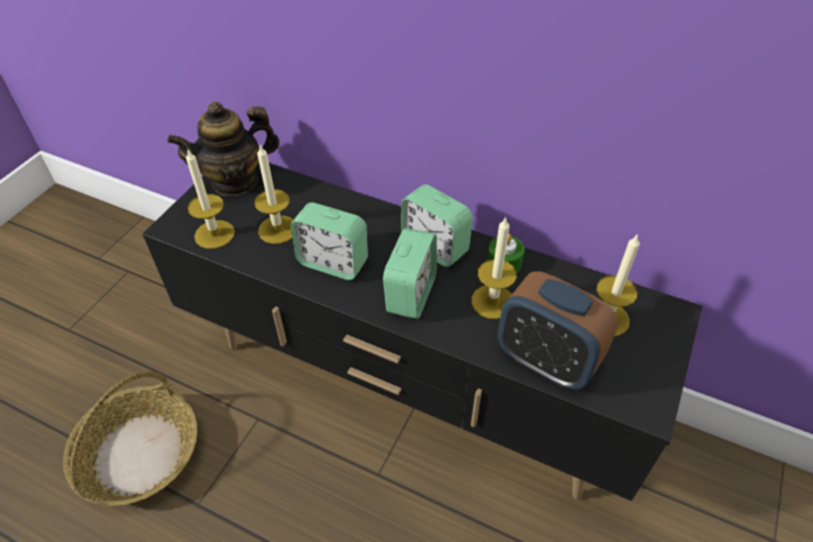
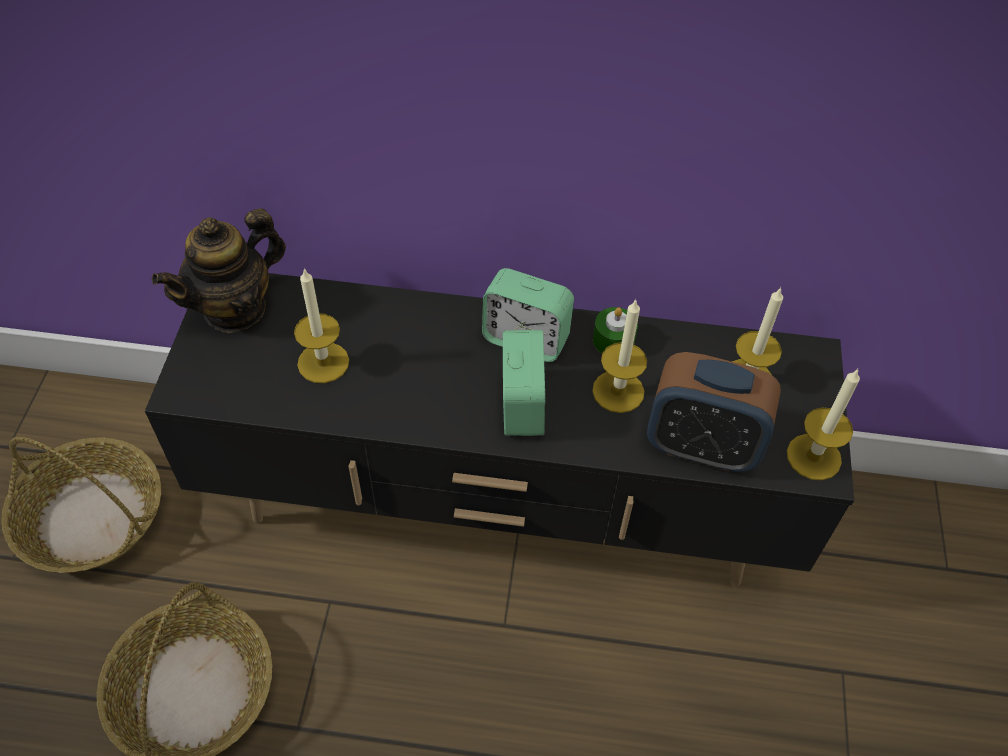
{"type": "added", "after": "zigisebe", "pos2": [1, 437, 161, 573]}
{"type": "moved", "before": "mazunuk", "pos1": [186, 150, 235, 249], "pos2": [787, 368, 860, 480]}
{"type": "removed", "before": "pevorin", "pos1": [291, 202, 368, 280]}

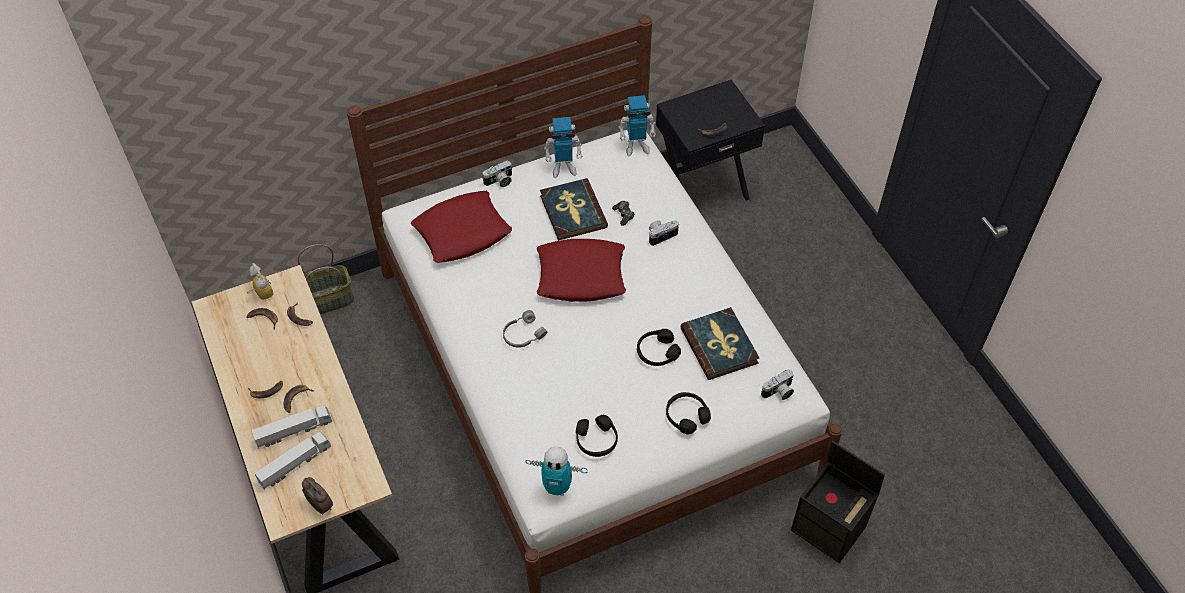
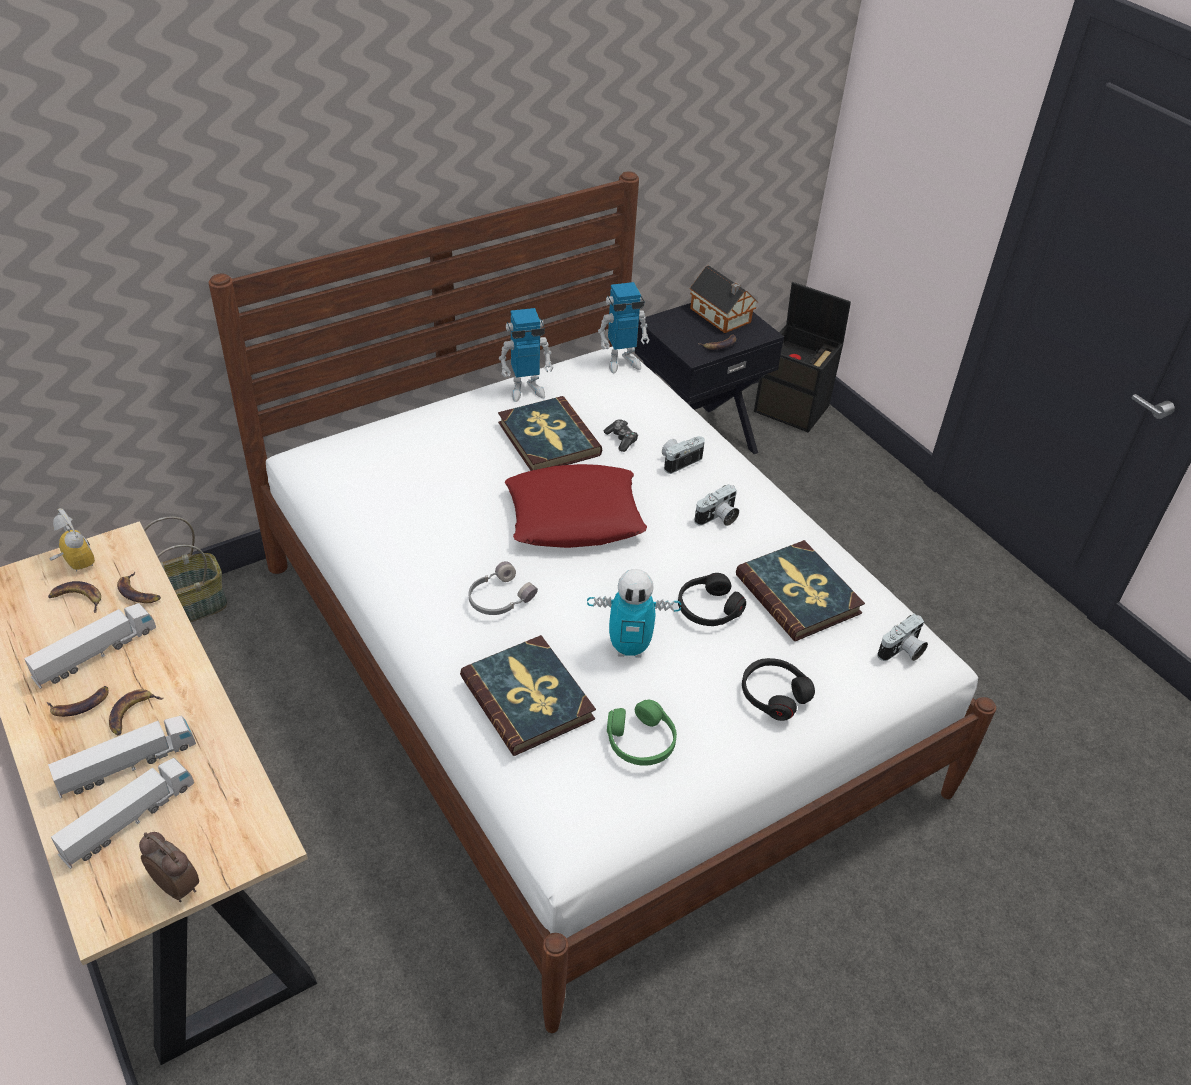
{"type": "added", "after": "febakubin", "pos2": [24, 603, 156, 689]}
{"type": "added", "after": "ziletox", "pos2": [460, 635, 596, 756]}
{"type": "moved", "before": "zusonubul", "pos1": [526, 446, 588, 496], "pos2": [587, 569, 681, 658]}
{"type": "recoloured", "before": "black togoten", "after": "green togoten", "pos1": [576, 415, 618, 457], "pos2": [607, 700, 677, 766]}
{"type": "added", "after": "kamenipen", "pos2": [690, 265, 758, 333]}
{"type": "moved", "before": "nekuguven", "pos1": [482, 161, 512, 187], "pos2": [694, 484, 739, 526]}
{"type": "moved", "before": "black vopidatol", "pos1": [791, 441, 885, 563], "pos2": [754, 282, 851, 432]}
{"type": "removed", "before": "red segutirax", "pos1": [411, 191, 512, 263]}

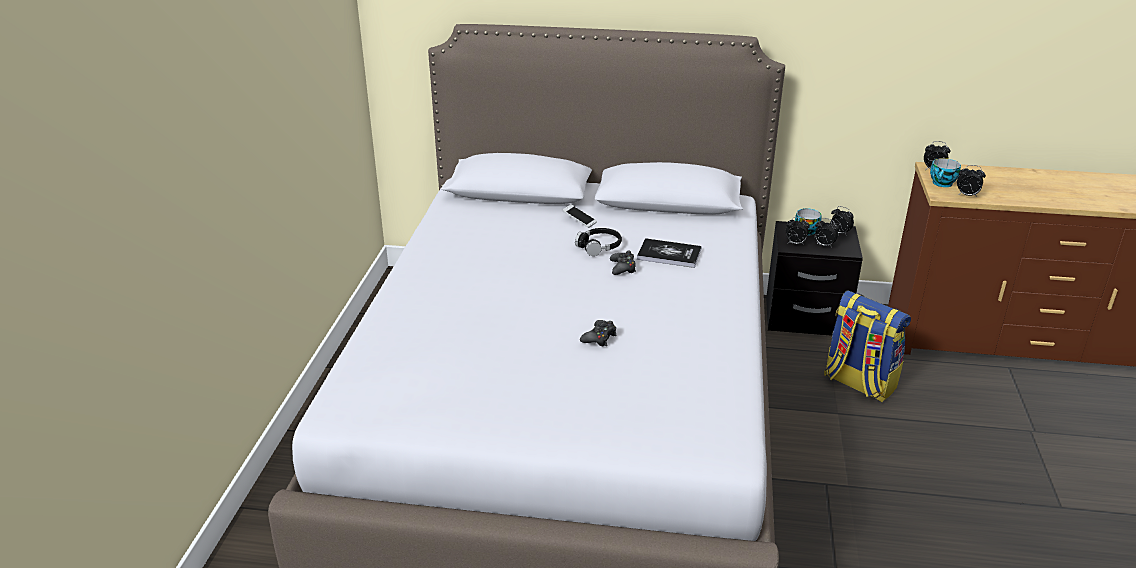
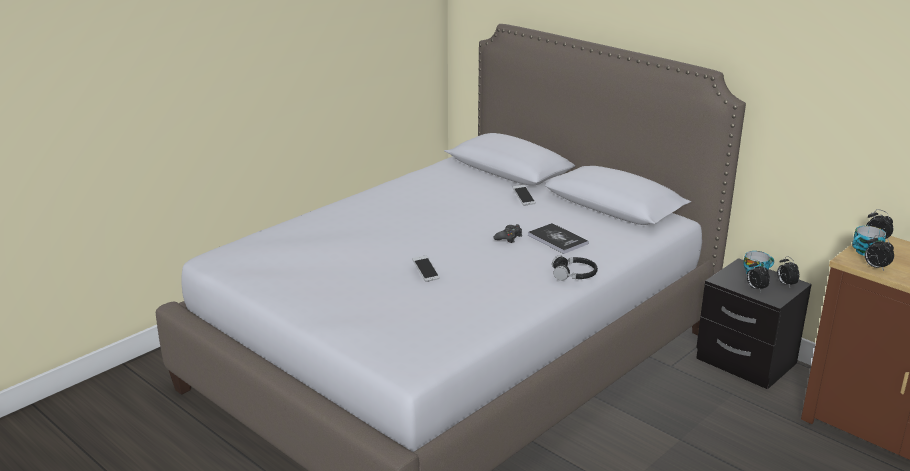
{"type": "replaced", "before": "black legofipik", "after": "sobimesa", "pos1": [580, 320, 617, 347], "pos2": [412, 255, 440, 282]}
{"type": "moved", "before": "black togoten", "pos1": [575, 228, 622, 256], "pos2": [552, 255, 598, 281]}
{"type": "removed", "before": "pevorin", "pos1": [786, 217, 810, 245]}
{"type": "removed", "before": "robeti", "pos1": [824, 290, 911, 402]}

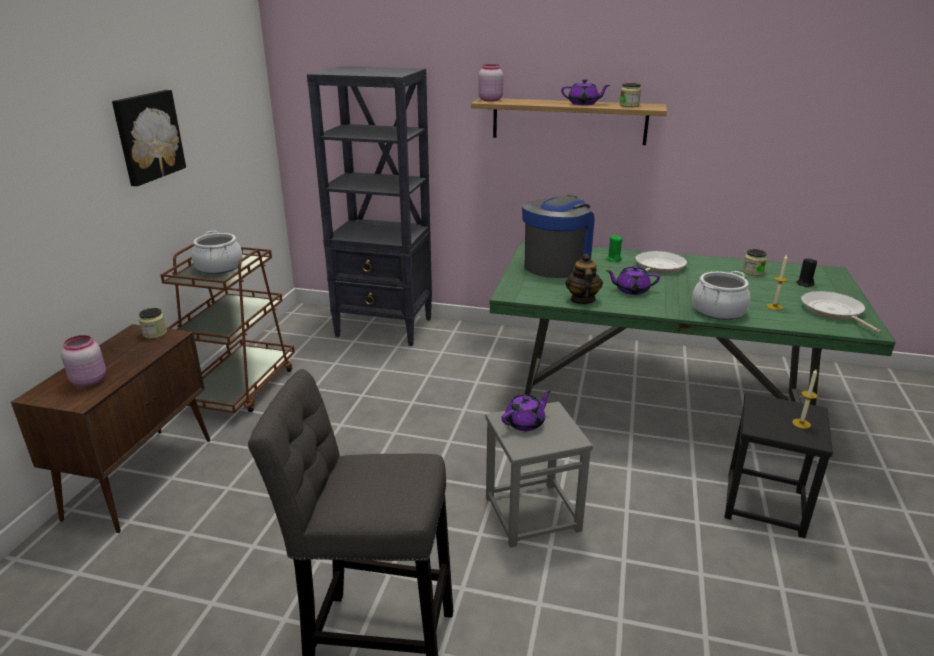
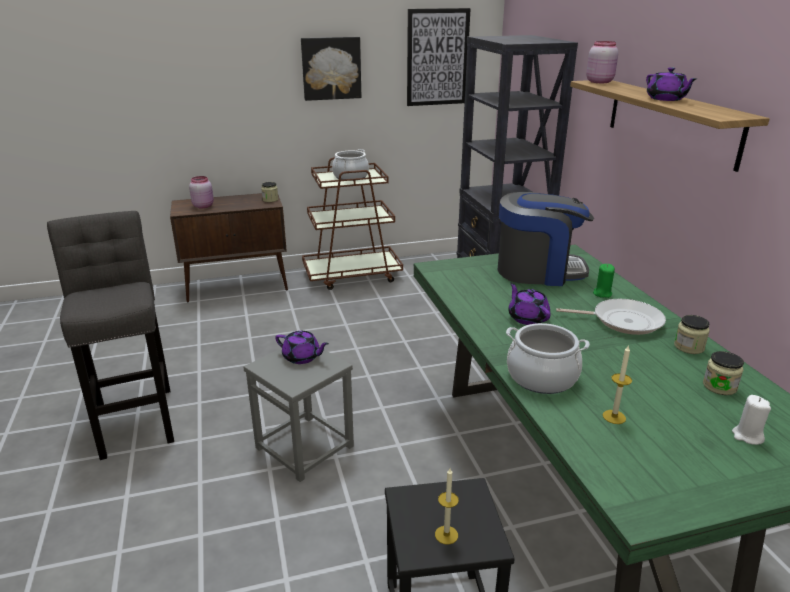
{"type": "added", "after": "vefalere", "pos2": [407, 8, 471, 106]}
{"type": "moved", "before": "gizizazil", "pos1": [620, 83, 641, 107], "pos2": [674, 315, 710, 354]}
{"type": "recoloured", "before": "black mazunuk", "after": "white mazunuk", "pos1": [796, 258, 817, 287], "pos2": [732, 395, 771, 445]}
{"type": "removed", "before": "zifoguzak", "pos1": [565, 254, 603, 304]}
{"type": "removed", "before": "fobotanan", "pos1": [801, 291, 882, 333]}

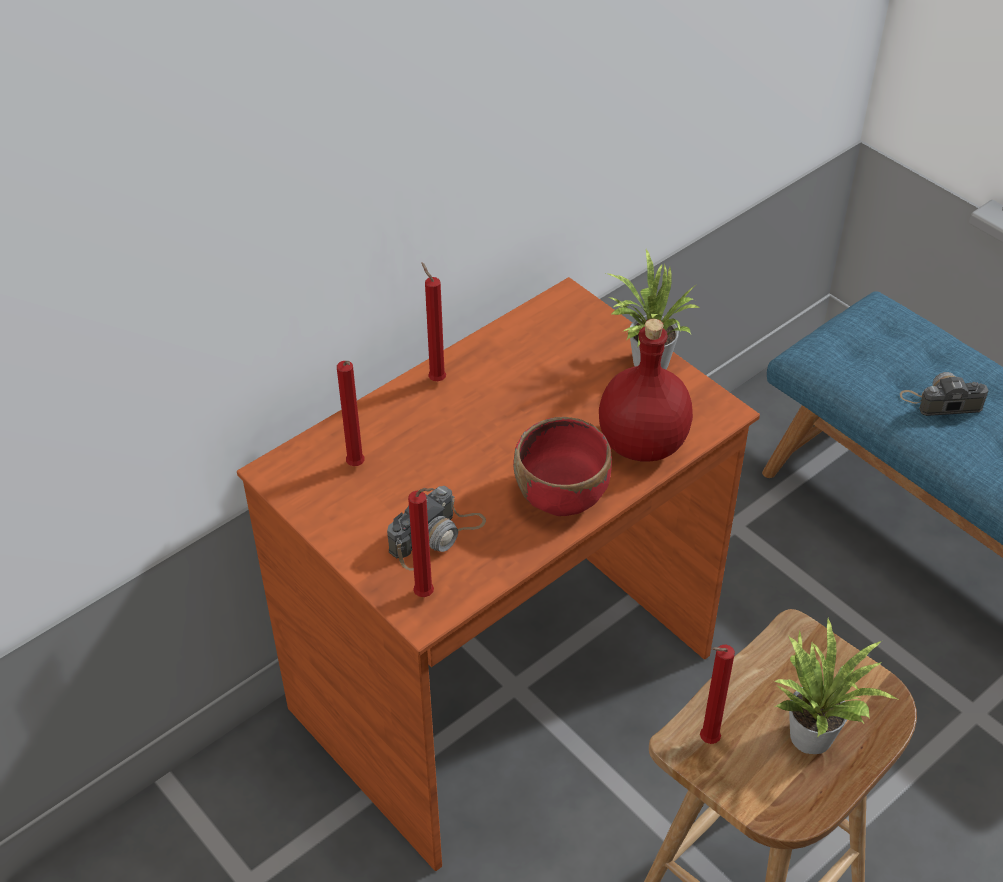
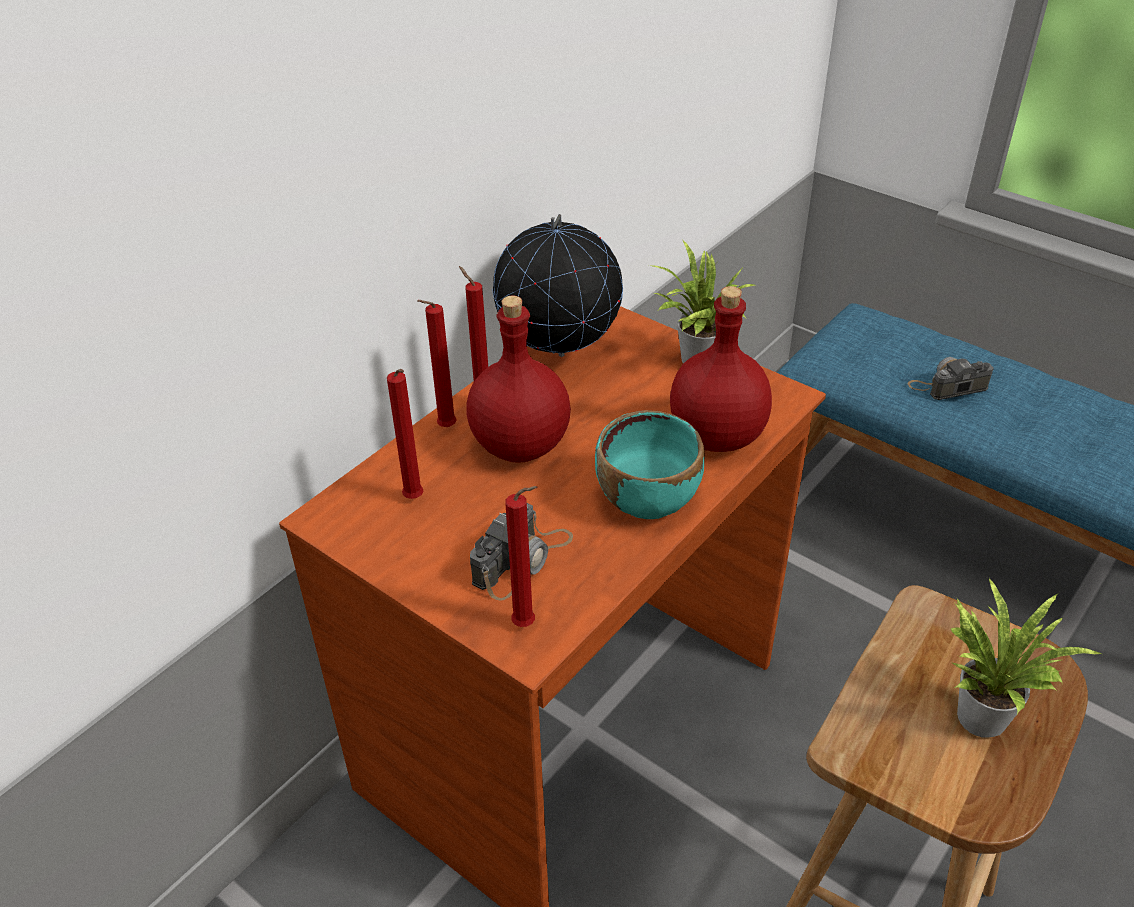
{"type": "moved", "before": "red mazunuk", "pos1": [700, 644, 735, 744], "pos2": [417, 300, 457, 427]}
{"type": "added", "after": "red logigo", "pos2": [466, 296, 571, 463]}
{"type": "added", "after": "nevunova", "pos2": [493, 214, 623, 357]}
{"type": "recoloured", "before": "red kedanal", "after": "turquoise kedanal", "pos1": [513, 417, 612, 516], "pos2": [595, 411, 704, 519]}

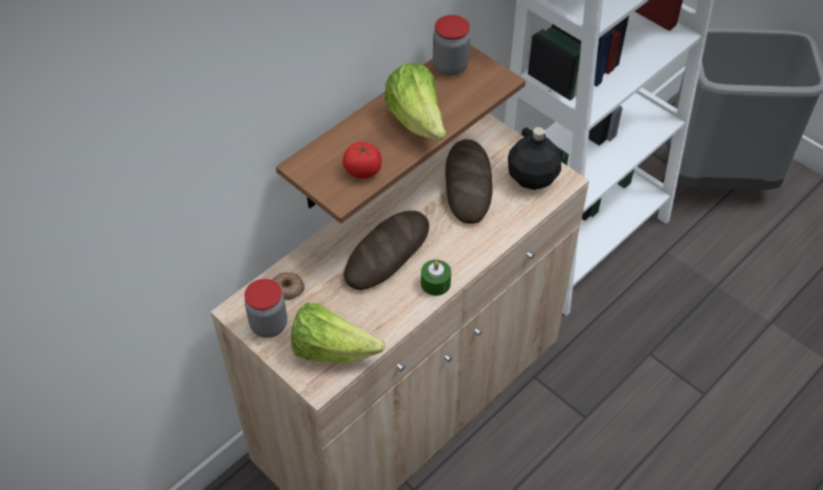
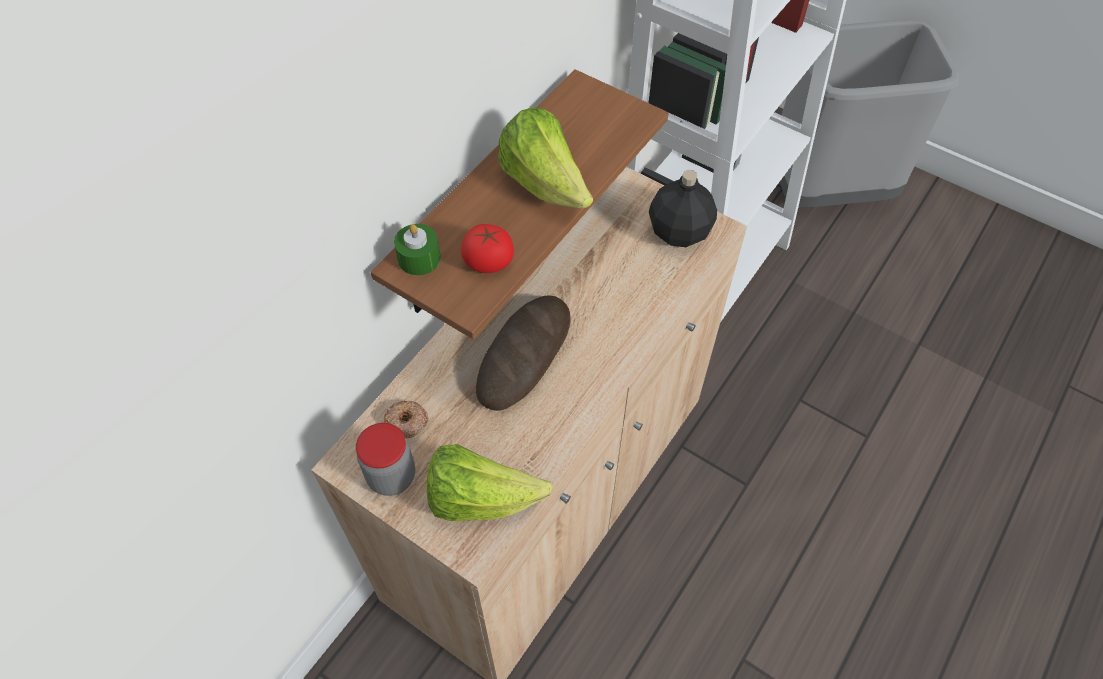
{"type": "moved", "before": "green mazunuk", "pos1": [421, 260, 451, 296], "pos2": [394, 224, 441, 275]}
{"type": "removed", "before": "gizizazil", "pos1": [433, 15, 471, 75]}
{"type": "removed", "before": "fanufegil", "pos1": [445, 139, 493, 224]}

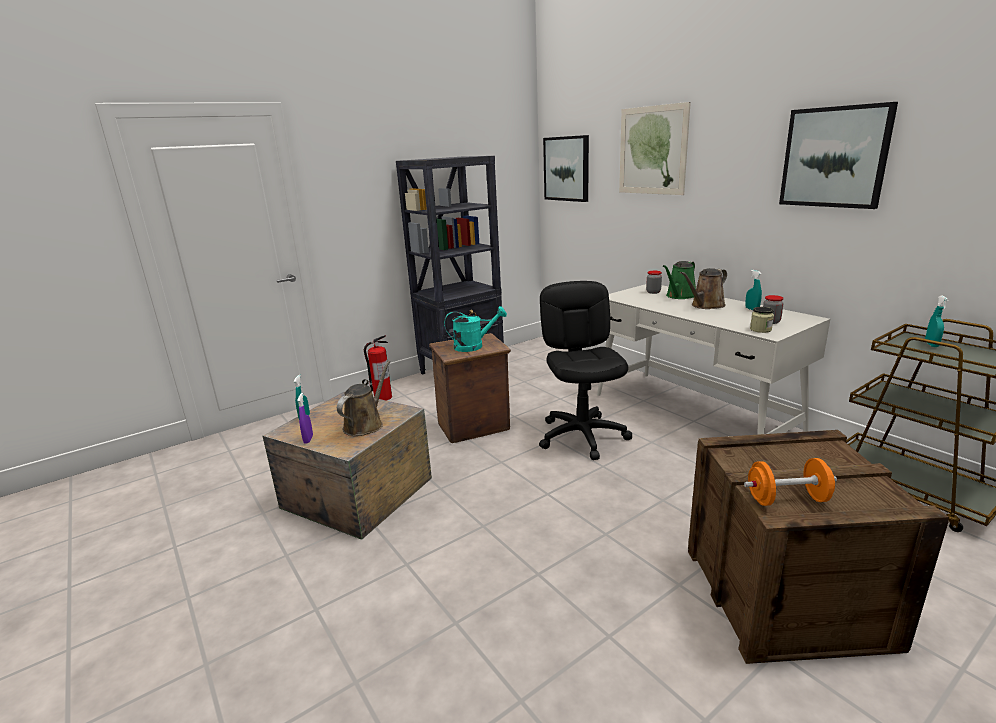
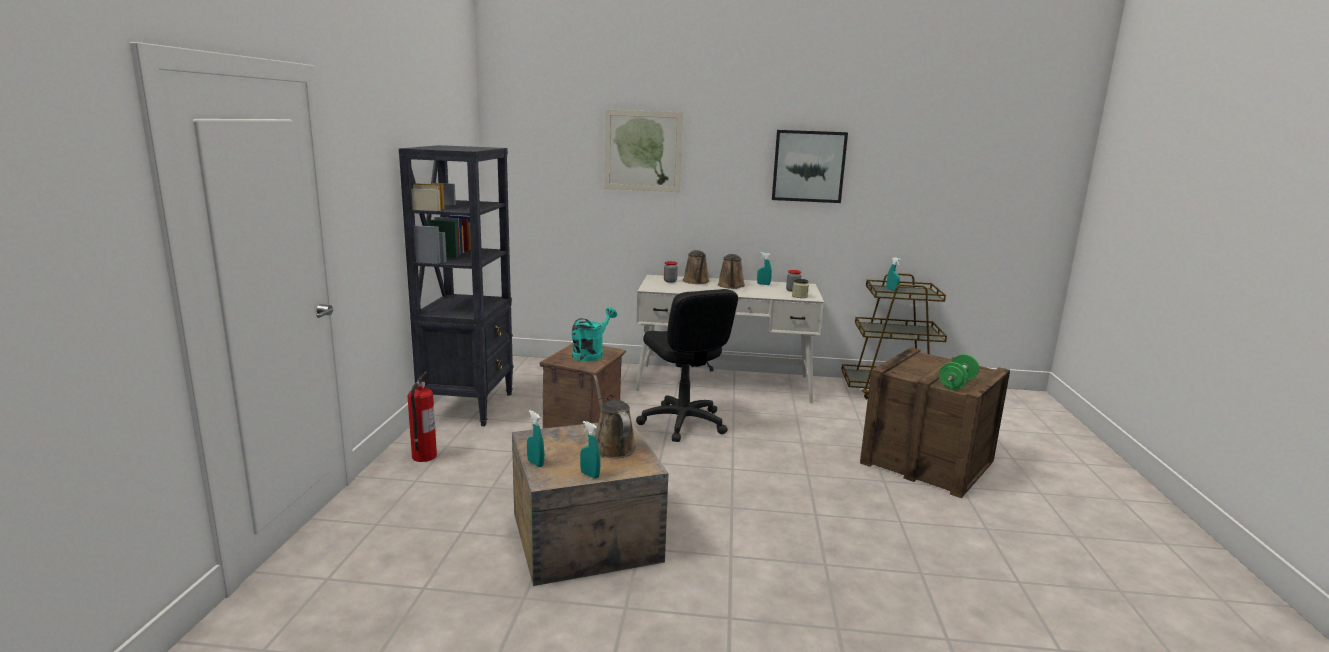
{"type": "recoloured", "before": "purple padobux", "after": "turquoise padobux", "pos1": [297, 393, 313, 444], "pos2": [580, 421, 601, 479]}
{"type": "turned", "before": "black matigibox", "pos1": [539, 281, 632, 460], "pos2": [636, 289, 738, 442], "turn": -150}
{"type": "recoloured", "before": "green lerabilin", "after": "brown lerabilin", "pos1": [663, 261, 696, 299], "pos2": [683, 250, 709, 284]}
{"type": "recoloured", "before": "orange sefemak", "after": "green sefemak", "pos1": [744, 458, 837, 506], "pos2": [939, 354, 979, 390]}
{"type": "removed", "before": "vefalere", "pos1": [543, 135, 589, 202]}

